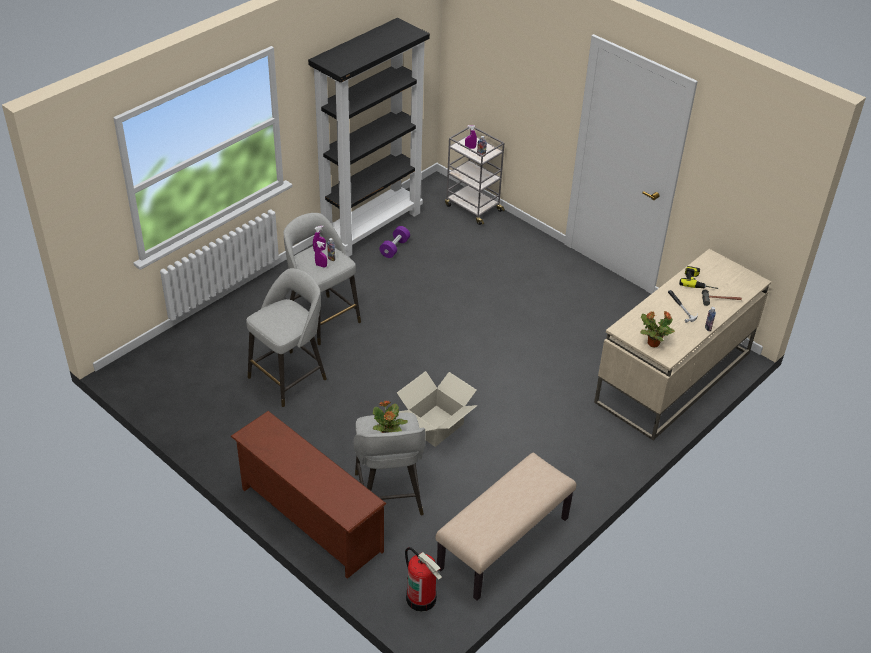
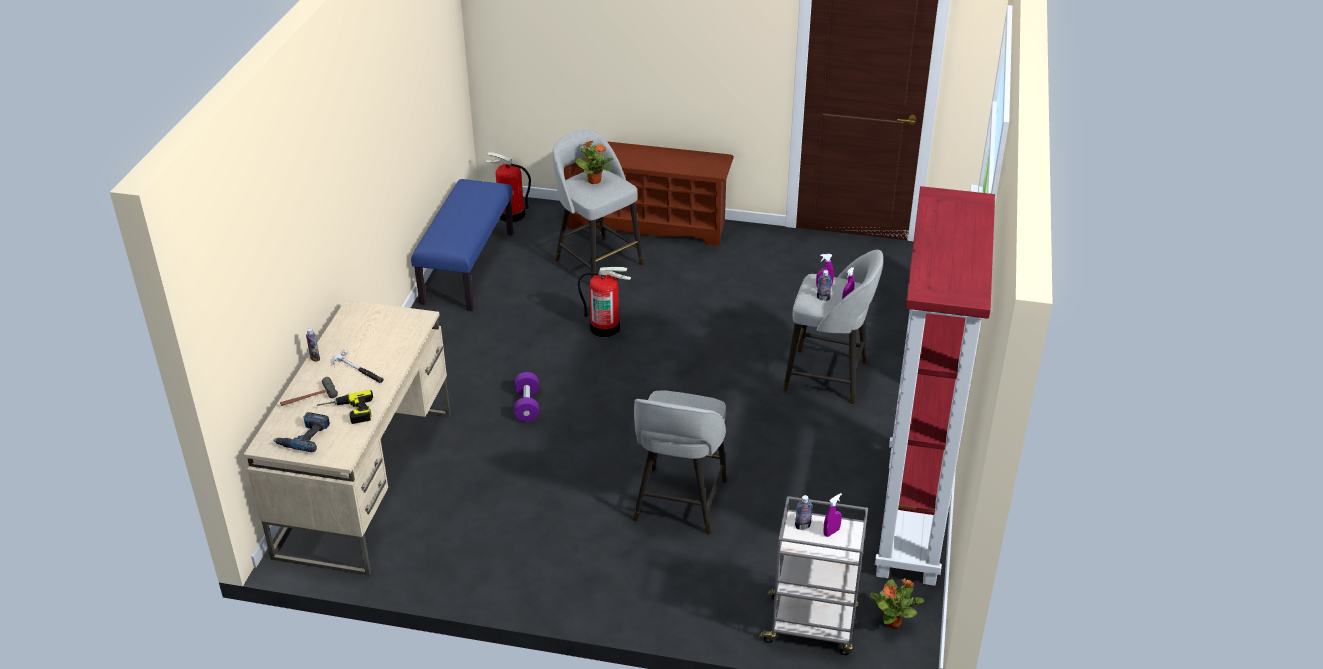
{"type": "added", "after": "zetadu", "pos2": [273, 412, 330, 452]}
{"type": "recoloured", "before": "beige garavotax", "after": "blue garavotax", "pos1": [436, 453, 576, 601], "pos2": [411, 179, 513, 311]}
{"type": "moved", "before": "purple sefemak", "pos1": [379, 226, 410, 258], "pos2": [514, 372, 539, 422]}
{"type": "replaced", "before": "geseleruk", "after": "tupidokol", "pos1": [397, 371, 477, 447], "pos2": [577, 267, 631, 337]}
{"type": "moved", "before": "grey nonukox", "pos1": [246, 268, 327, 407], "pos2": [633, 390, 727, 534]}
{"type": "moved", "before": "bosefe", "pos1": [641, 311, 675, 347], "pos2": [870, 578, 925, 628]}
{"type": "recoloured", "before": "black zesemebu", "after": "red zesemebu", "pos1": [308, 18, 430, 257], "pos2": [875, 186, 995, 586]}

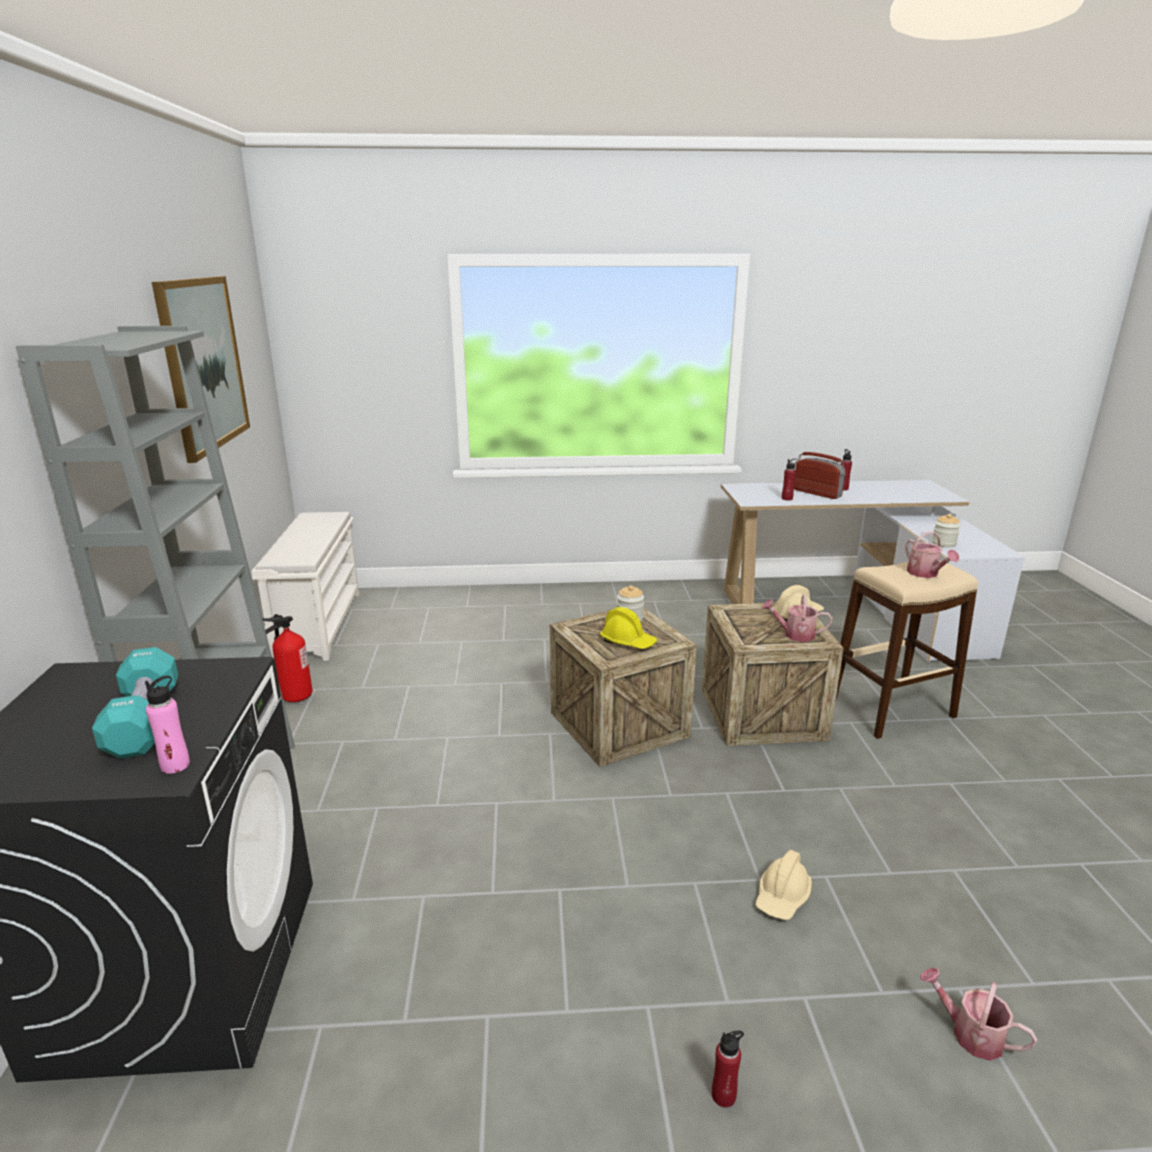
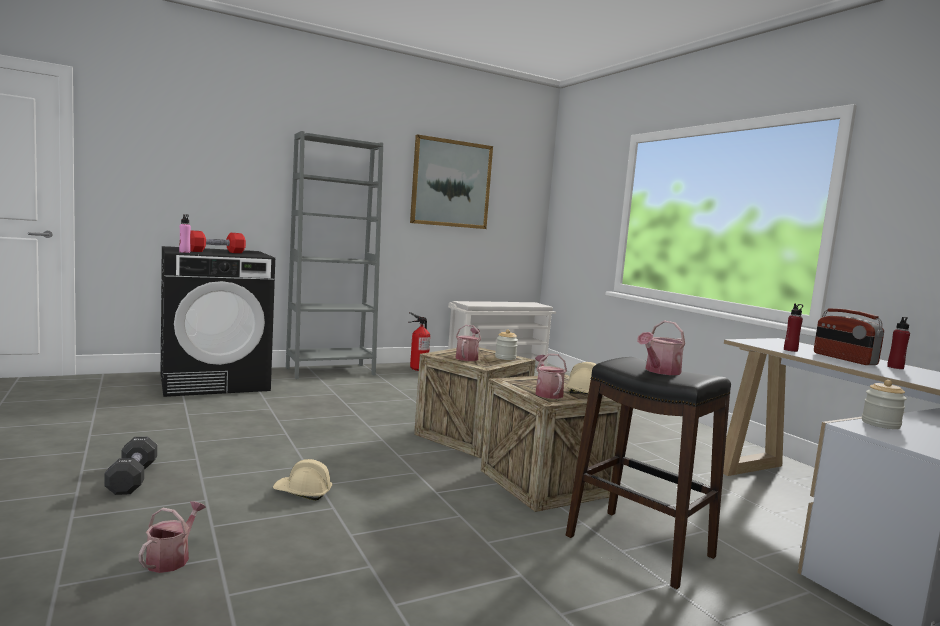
{"type": "replaced", "before": "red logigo", "after": "black sefemak", "pos1": [712, 1030, 744, 1108], "pos2": [104, 437, 157, 495]}
{"type": "recoloured", "before": "turquoise sefemak", "after": "red sefemak", "pos1": [92, 647, 178, 758], "pos2": [190, 230, 246, 253]}
{"type": "replaced", "before": "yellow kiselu", "after": "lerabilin", "pos1": [600, 607, 657, 649], "pos2": [456, 325, 481, 361]}
{"type": "recoloured", "before": "beige nonukox", "after": "black nonukox", "pos1": [835, 560, 978, 739], "pos2": [566, 357, 731, 589]}
{"type": "turned", "before": "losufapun", "pos1": [794, 452, 846, 499], "pos2": [814, 308, 884, 365], "turn": 135}

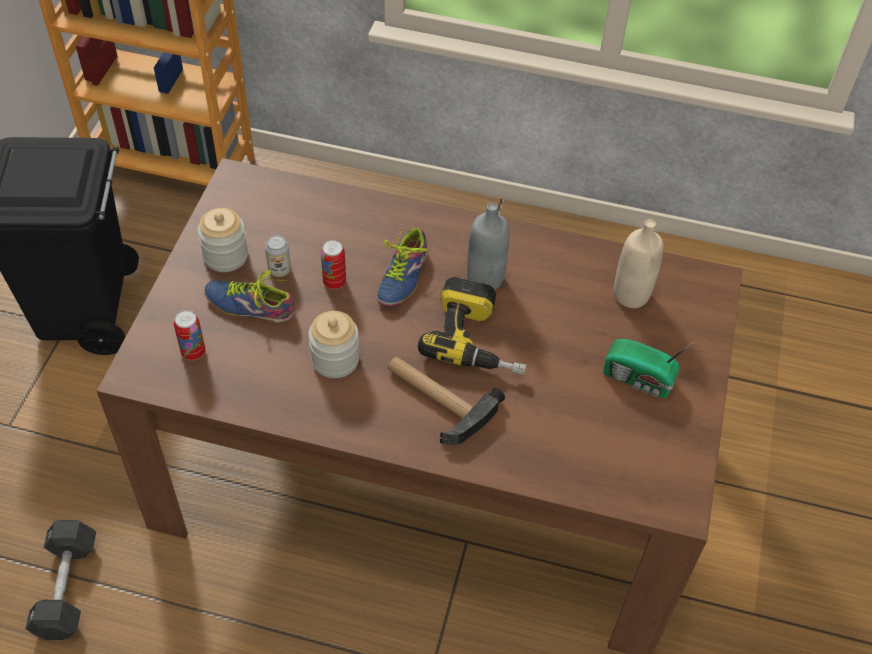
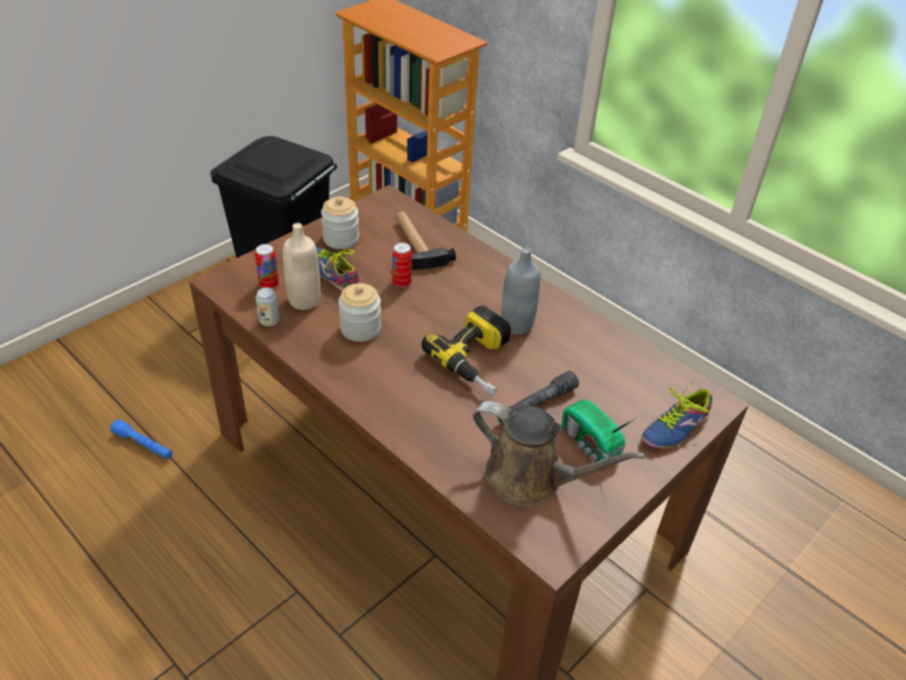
{"type": "replaced", "before": "black sefemak", "after": "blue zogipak", "pos1": [26, 520, 96, 640], "pos2": [110, 419, 172, 459]}
{"type": "moved", "before": "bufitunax", "pos1": [265, 235, 291, 277], "pos2": [256, 287, 280, 326]}
{"type": "moved", "before": "beige logigo", "pos1": [614, 219, 664, 308], "pos2": [283, 223, 321, 310]}
{"type": "moved", "before": "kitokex", "pos1": [388, 357, 505, 445], "pos2": [396, 211, 456, 270]}
{"type": "added", "after": "brown lerabilin", "pos2": [473, 401, 646, 506]}
{"type": "added", "after": "grey zogipak", "pos2": [497, 371, 579, 424]}
{"type": "moved", "before": "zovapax", "pos1": [377, 224, 428, 306], "pos2": [642, 380, 712, 449]}

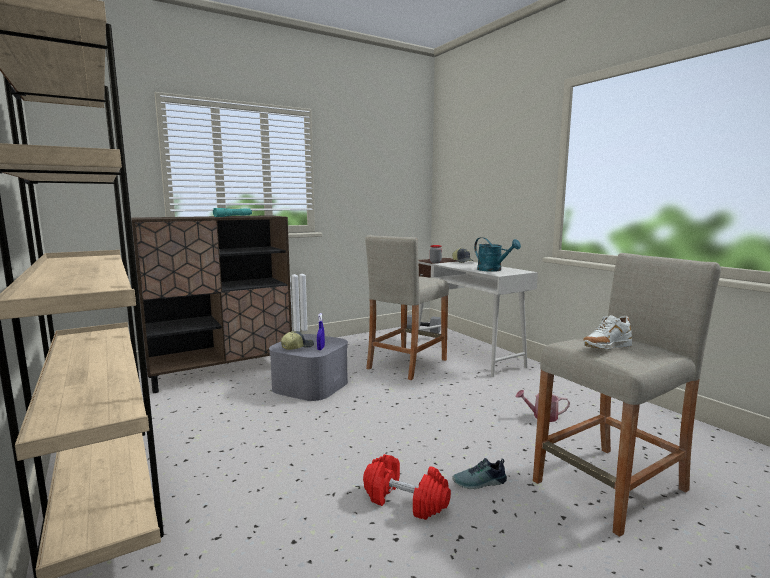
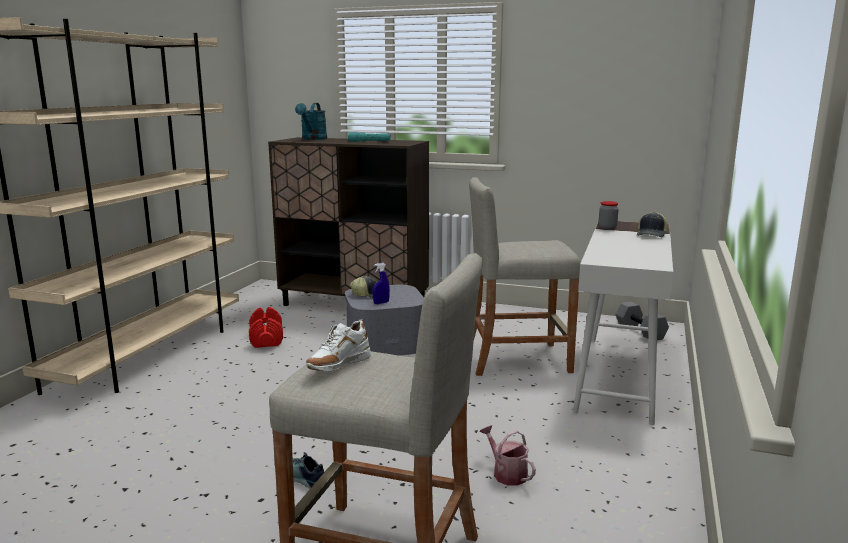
{"type": "moved", "before": "red sefemak", "pos1": [363, 454, 451, 520], "pos2": [249, 307, 283, 348]}
{"type": "moved", "before": "turquoise lerabilin", "pos1": [474, 237, 521, 272], "pos2": [295, 103, 327, 140]}
{"type": "turned", "before": "white zovapax", "pos1": [584, 315, 632, 349], "pos2": [306, 319, 371, 371], "turn": -75}

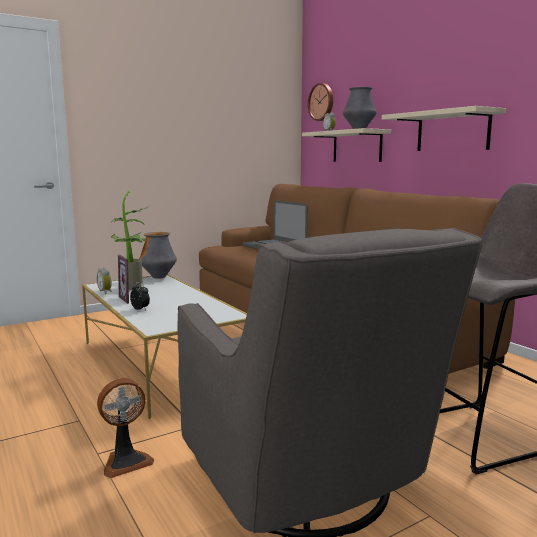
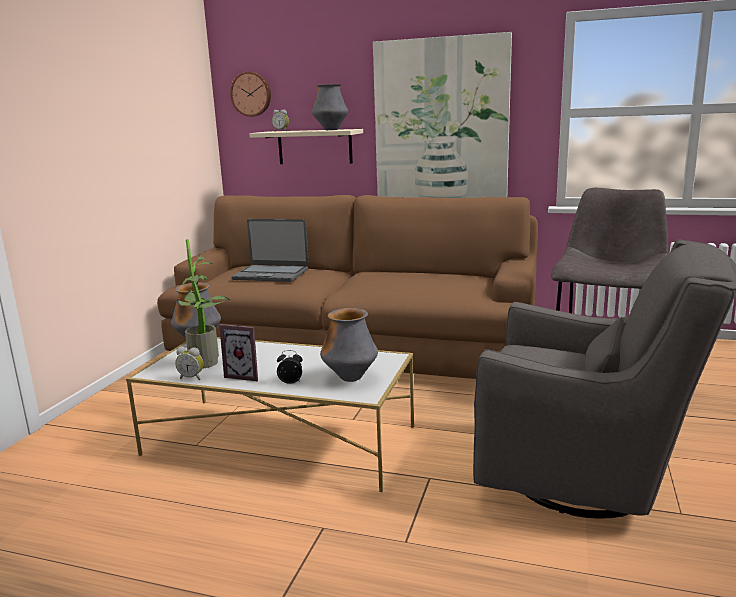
{"type": "added", "after": "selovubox", "pos2": [320, 308, 378, 382]}
{"type": "replaced", "before": "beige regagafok", "after": "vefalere", "pos1": [382, 106, 506, 151], "pos2": [373, 32, 512, 198]}
{"type": "removed", "before": "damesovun", "pos1": [97, 378, 154, 478]}

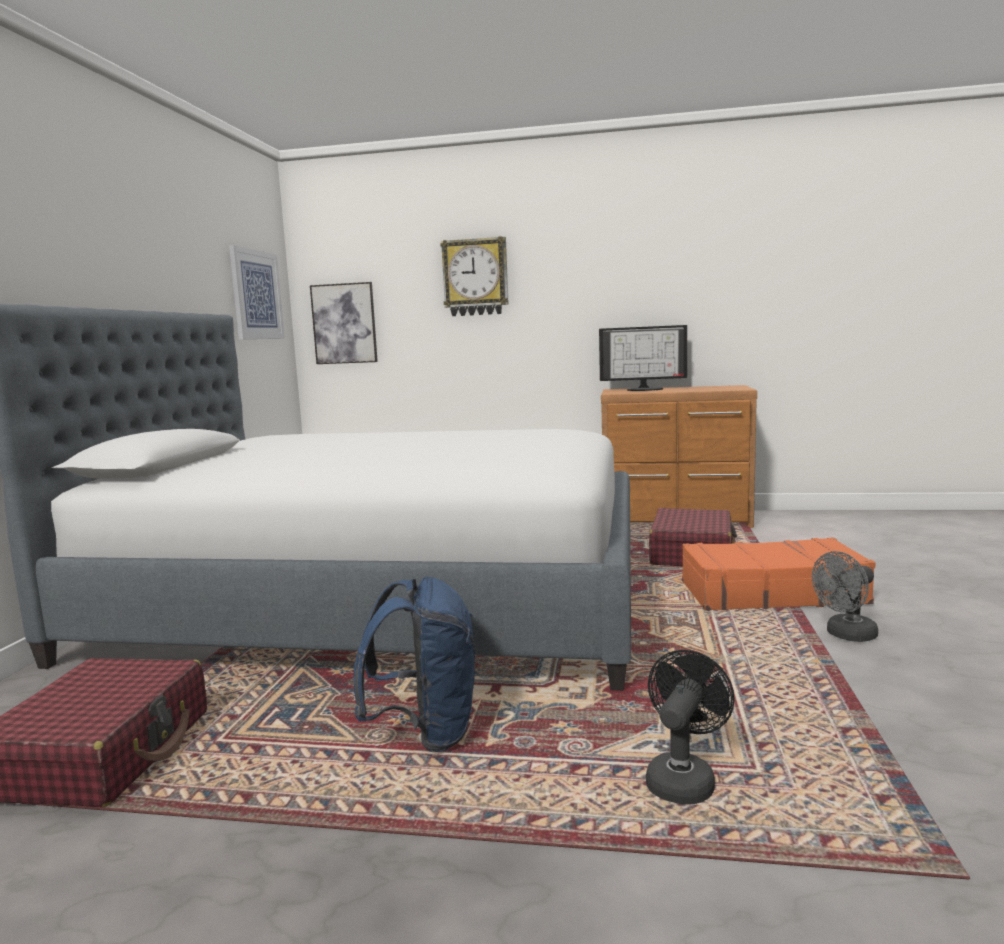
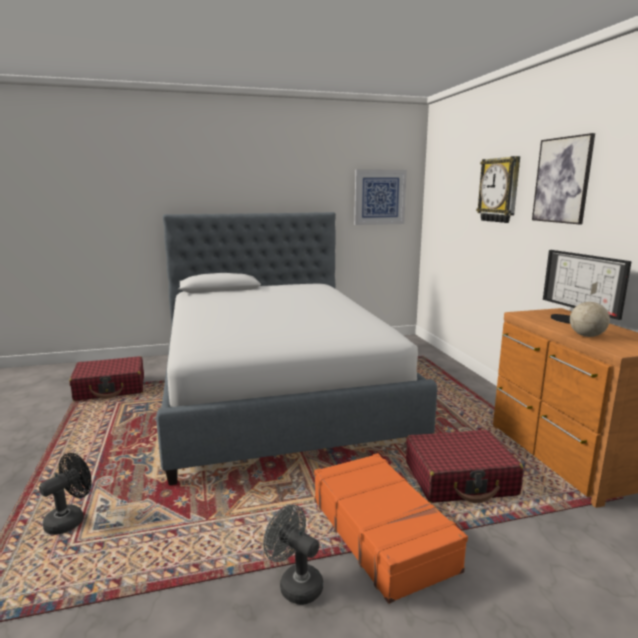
{"type": "turned", "before": "black damesovun", "pos1": [646, 650, 734, 804], "pos2": [39, 453, 92, 535], "turn": -60}
{"type": "moved", "before": "vefalere", "pos1": [310, 282, 378, 364], "pos2": [532, 133, 595, 224]}
{"type": "added", "after": "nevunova", "pos2": [570, 282, 610, 337]}
{"type": "removed", "before": "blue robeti", "pos1": [354, 577, 475, 752]}

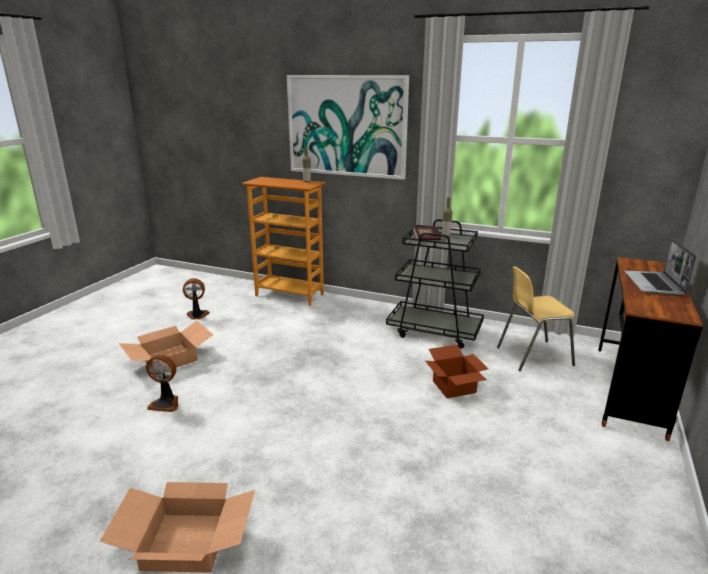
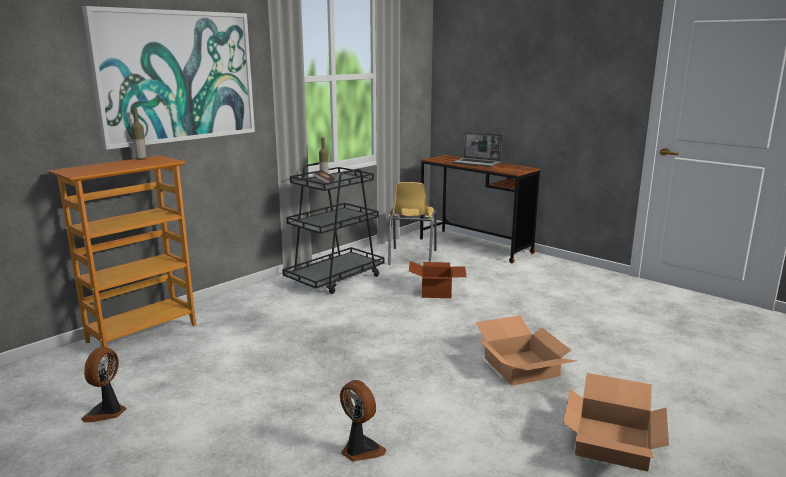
{"type": "turned", "before": "damesovun", "pos1": [146, 354, 178, 412], "pos2": [340, 380, 387, 461], "turn": -75}
{"type": "moved", "before": "geseleruk", "pos1": [119, 321, 213, 370], "pos2": [476, 315, 576, 386]}

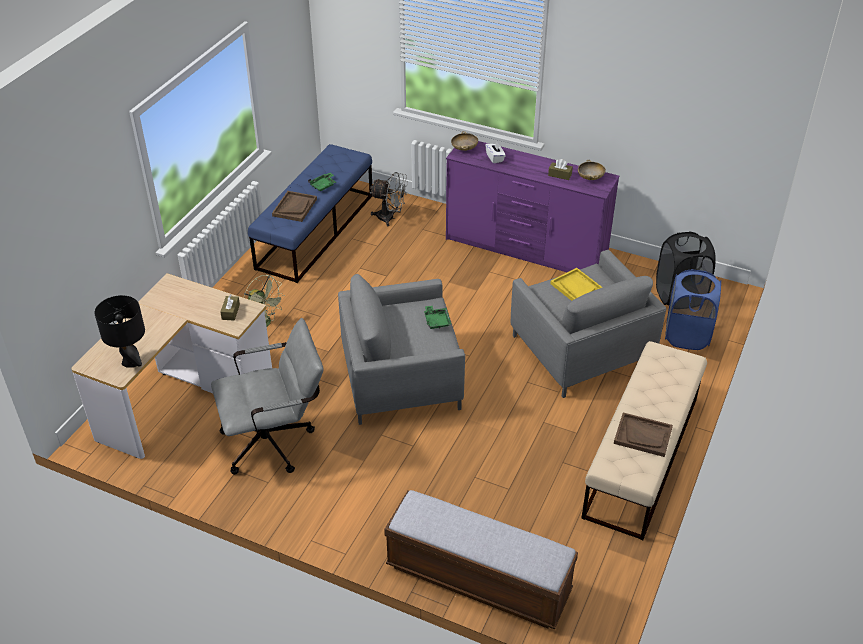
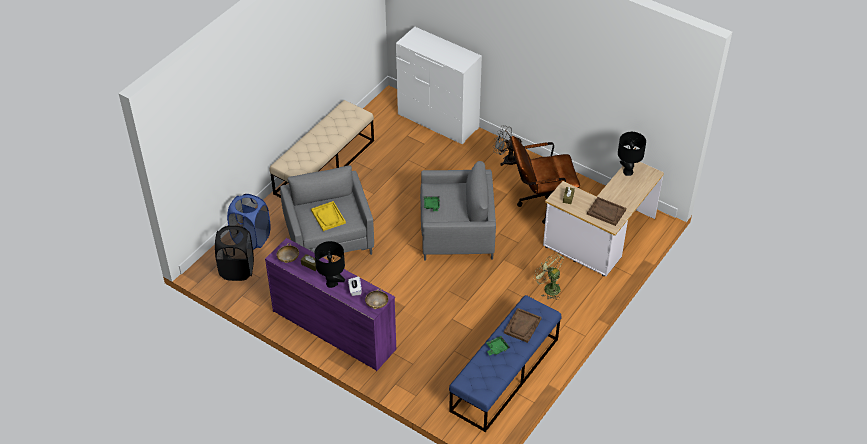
{"type": "added", "after": "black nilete", "pos2": [314, 241, 345, 288]}
{"type": "replaced", "before": "garavotax", "after": "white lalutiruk", "pos1": [384, 490, 578, 630], "pos2": [396, 27, 482, 144]}
{"type": "moved", "before": "grey damesovun", "pos1": [370, 172, 408, 226], "pos2": [493, 125, 522, 166]}
{"type": "recoloured", "before": "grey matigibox", "after": "brown matigibox", "pos1": [211, 318, 324, 475], "pos2": [511, 136, 580, 224]}
{"type": "moved", "before": "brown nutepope", "pos1": [614, 412, 673, 457], "pos2": [587, 197, 626, 226]}

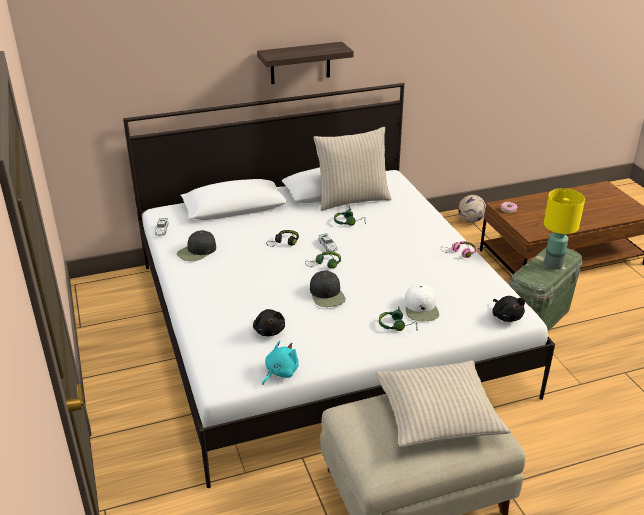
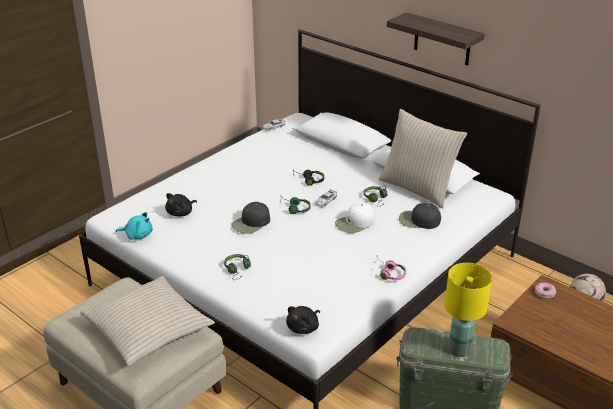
{"type": "moved", "before": "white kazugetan", "pos1": [404, 283, 439, 321], "pos2": [335, 203, 375, 233]}
{"type": "moved", "before": "black kazugetan", "pos1": [177, 230, 216, 262], "pos2": [399, 203, 441, 229]}

